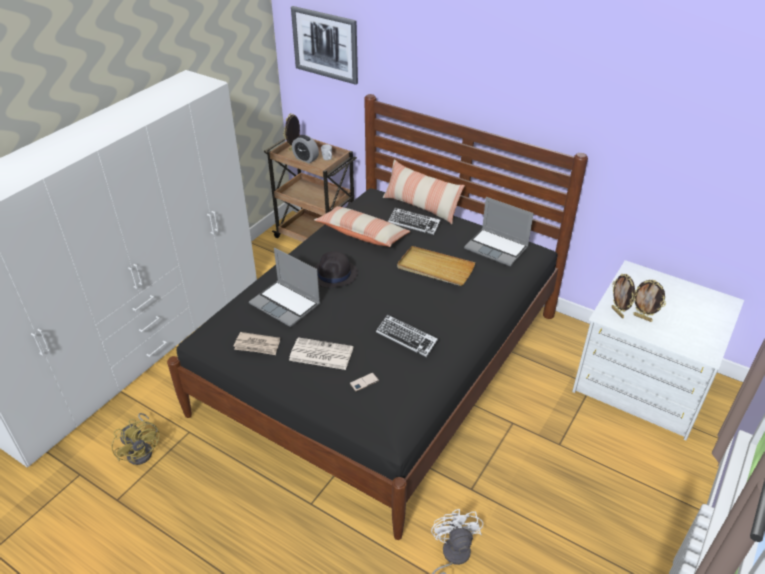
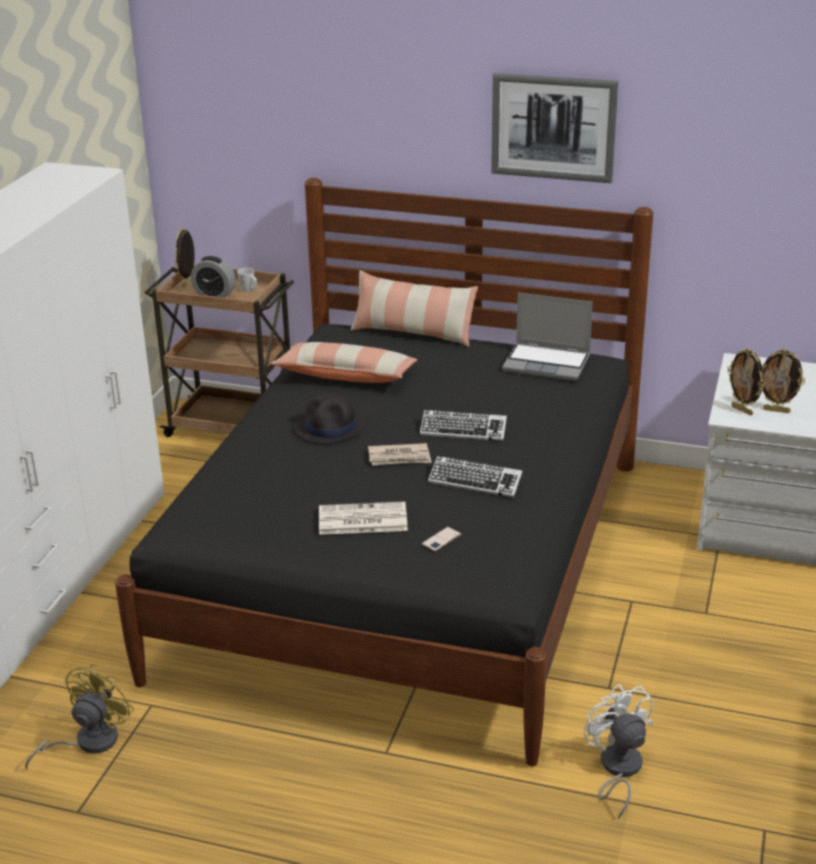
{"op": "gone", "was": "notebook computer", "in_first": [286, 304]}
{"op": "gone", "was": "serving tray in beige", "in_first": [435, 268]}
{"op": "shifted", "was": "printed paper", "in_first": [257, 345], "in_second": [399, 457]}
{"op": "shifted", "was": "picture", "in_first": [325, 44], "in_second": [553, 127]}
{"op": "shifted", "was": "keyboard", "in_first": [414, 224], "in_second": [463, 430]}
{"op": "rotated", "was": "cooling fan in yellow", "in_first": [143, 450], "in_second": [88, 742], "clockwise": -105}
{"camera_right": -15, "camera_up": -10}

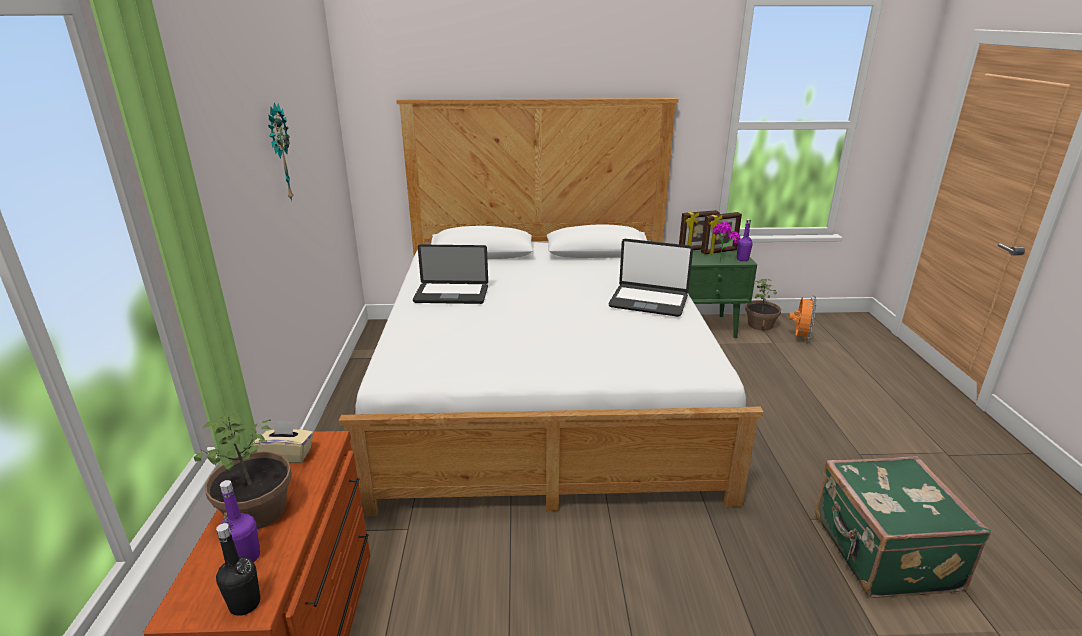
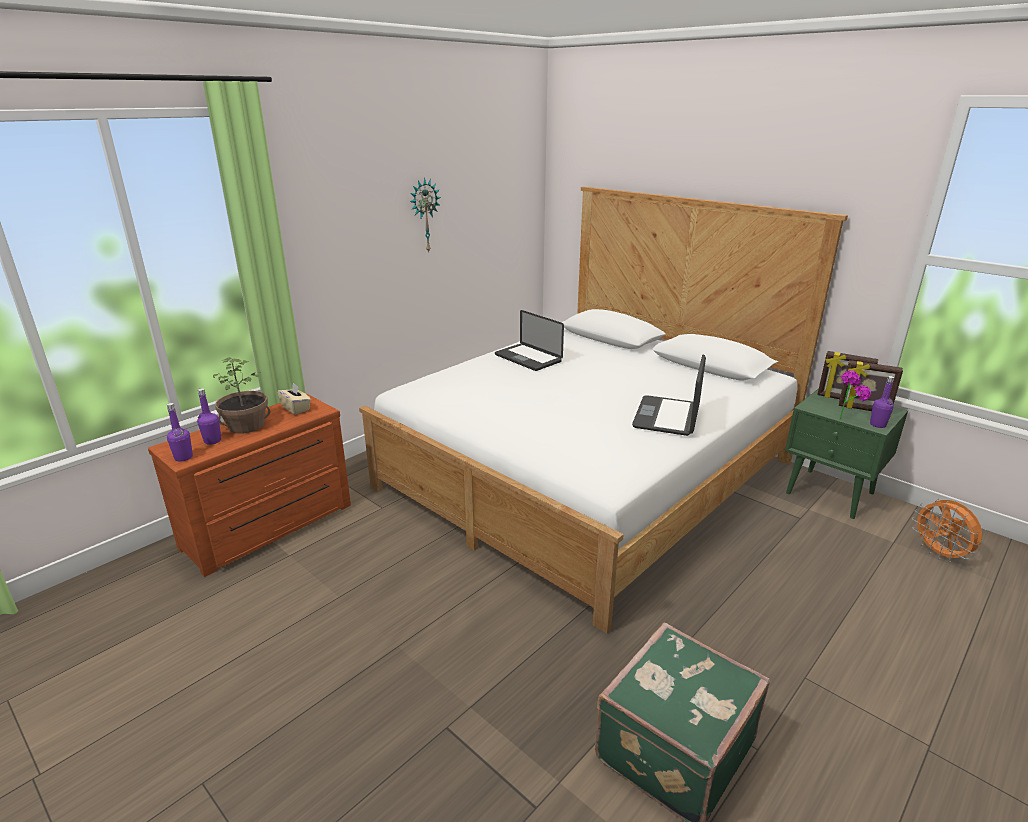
{"op": "gone", "was": "houseplant", "in_first": [760, 325]}
{"op": "repainted", "was": "bottle in black-coloured", "now": "bottle in purplish", "in_first": [245, 604], "in_second": [183, 457]}
{"op": "rotated", "was": "notebook computer", "in_first": [648, 301], "in_second": [667, 417], "clockwise": 45}
{"op": "rotated", "was": "cooling fan in orangey", "in_first": [799, 338], "in_second": [939, 554], "clockwise": 90}
{"camera_right": 45, "camera_up": 0}

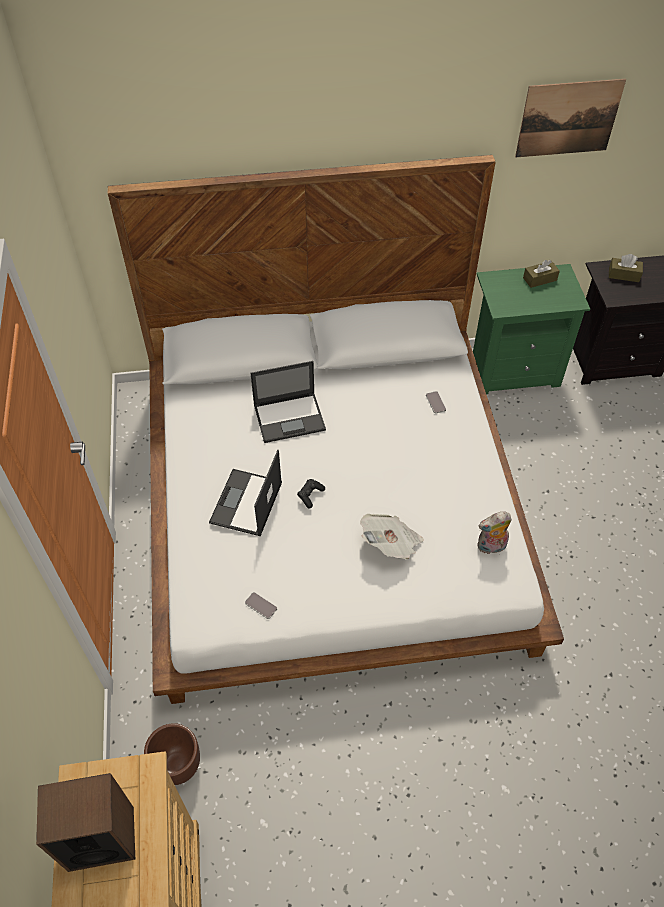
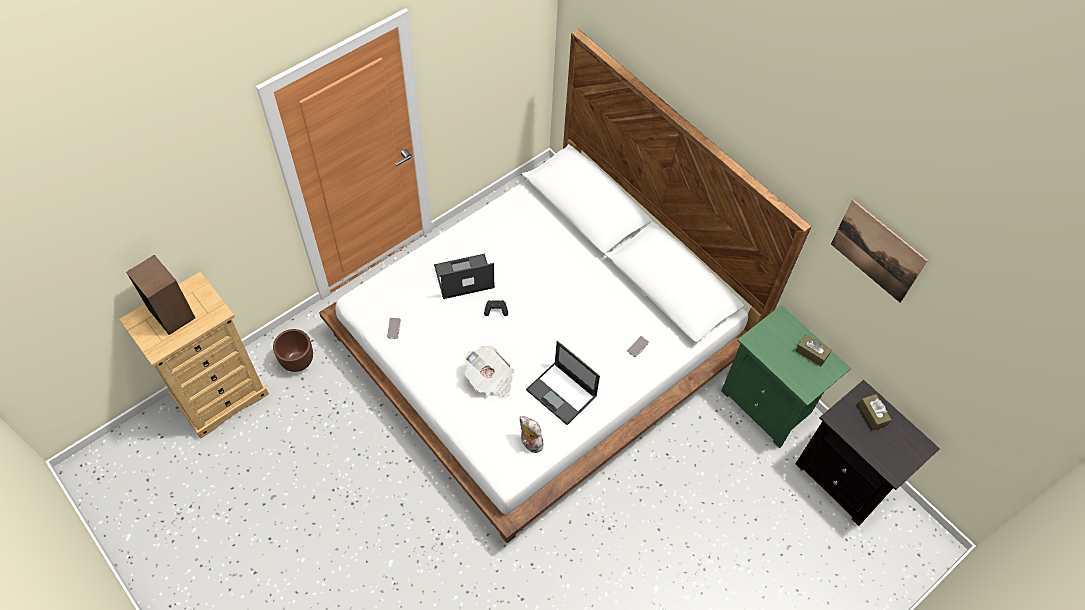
{"op": "shifted", "was": "notebook computer", "in_first": [290, 417], "in_second": [562, 393]}
{"camera_right": 55, "camera_up": 5}

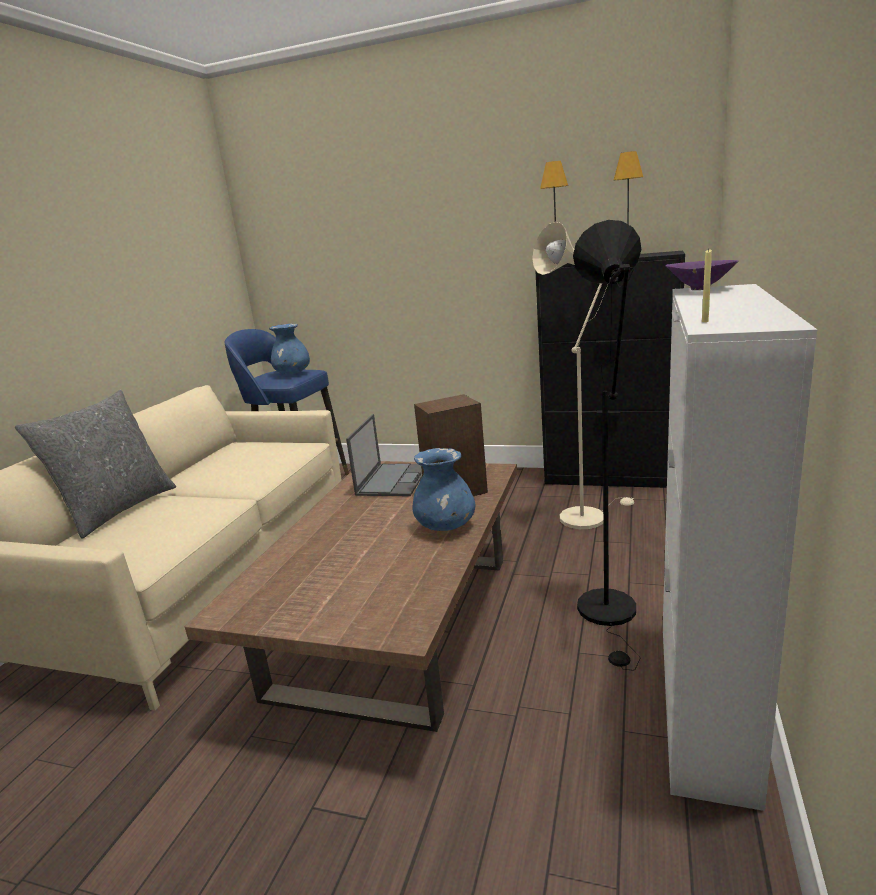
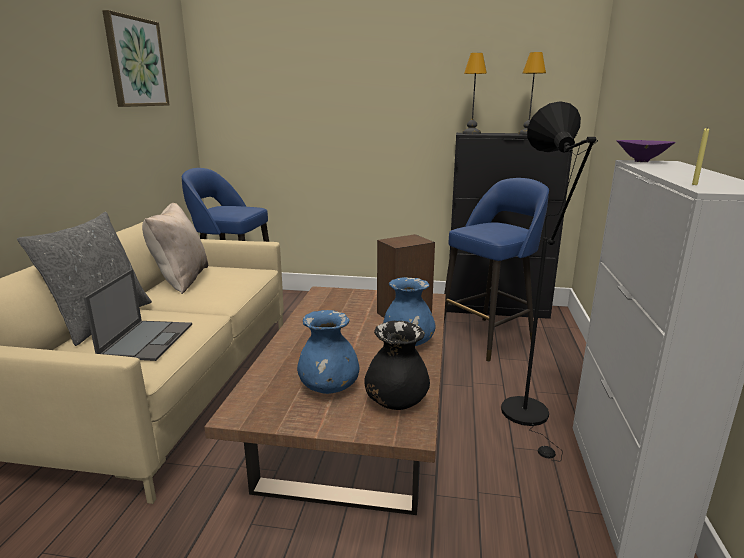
{"op": "new", "now": "picture", "in_second": [136, 62]}
{"op": "new", "now": "cushion in beige", "in_second": [181, 280]}
{"op": "new", "now": "decorative vase in black-coloured", "in_second": [396, 402]}
{"op": "shifted", "was": "decorative vase in blue-coloured", "in_first": [292, 373], "in_second": [329, 388]}
{"op": "shifted", "was": "notebook computer", "in_first": [393, 479], "in_second": [147, 340]}
{"op": "swapped", "was": "floor lamp in beige", "now": "stool in blue-coloured", "in_first": [588, 515], "in_second": [488, 338]}
{"camera_right": -10, "camera_up": 0}

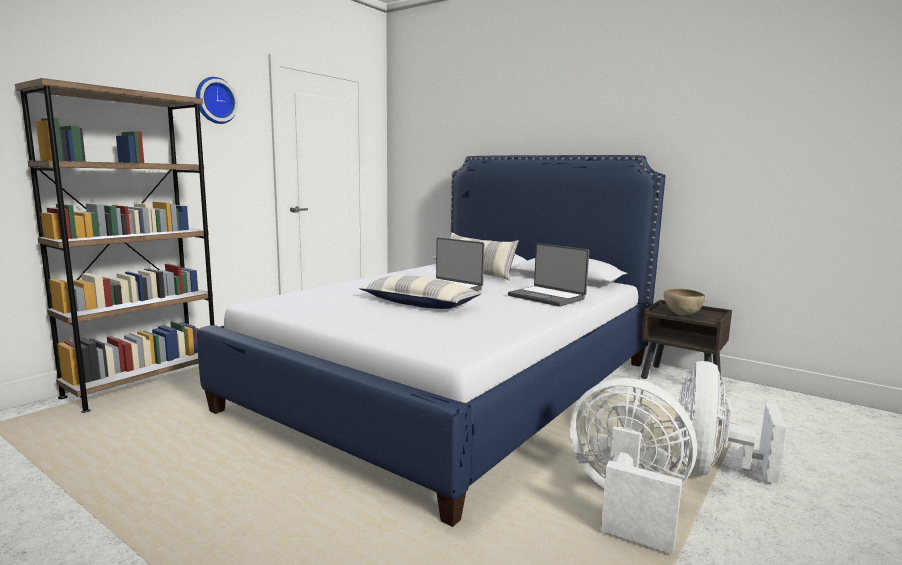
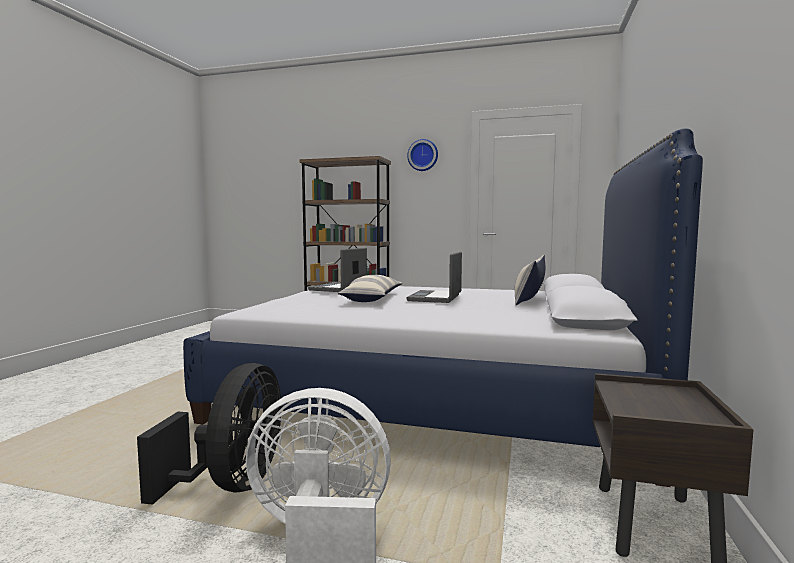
{"op": "gone", "was": "deep dish in brown", "in_first": [682, 315]}
{"op": "shifted", "was": "notebook computer", "in_first": [547, 297], "in_second": [339, 288]}
{"op": "repainted", "was": "cooling fan in white-coloured", "now": "cooling fan in black-coloured", "in_first": [626, 503], "in_second": [232, 484]}
{"camera_right": 70, "camera_up": -5}

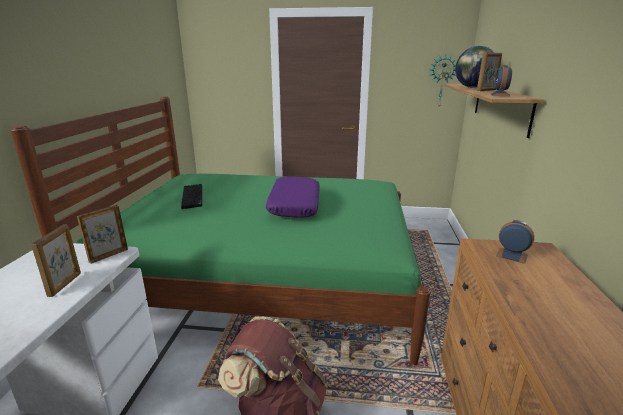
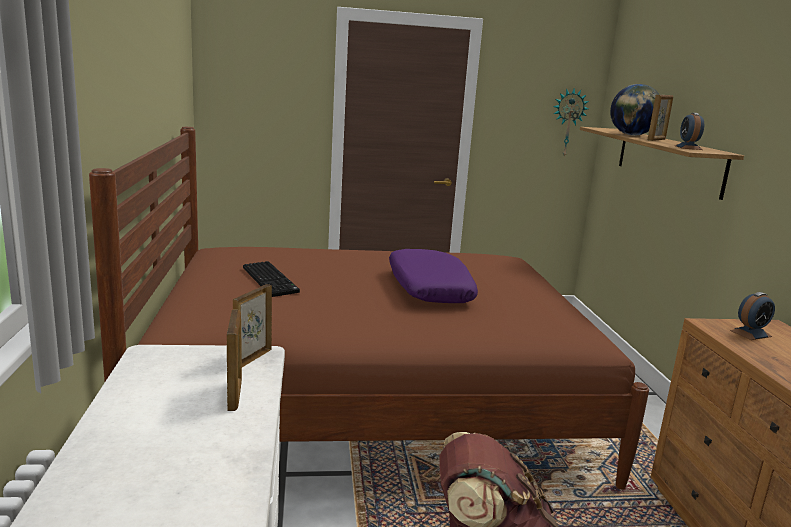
{"op": "repainted", "was": "sleeping bed in greenish", "now": "sleeping bed in brown", "in_first": [266, 279], "in_second": [370, 402]}
{"op": "rotated", "was": "table clock", "in_first": [511, 255], "in_second": [750, 333], "clockwise": 135}
{"camera_right": -15, "camera_up": -5}

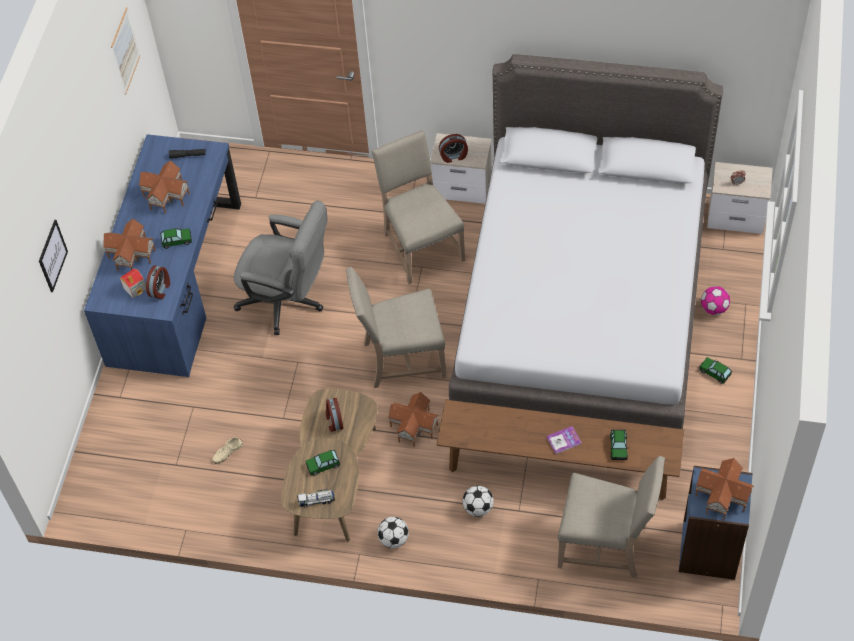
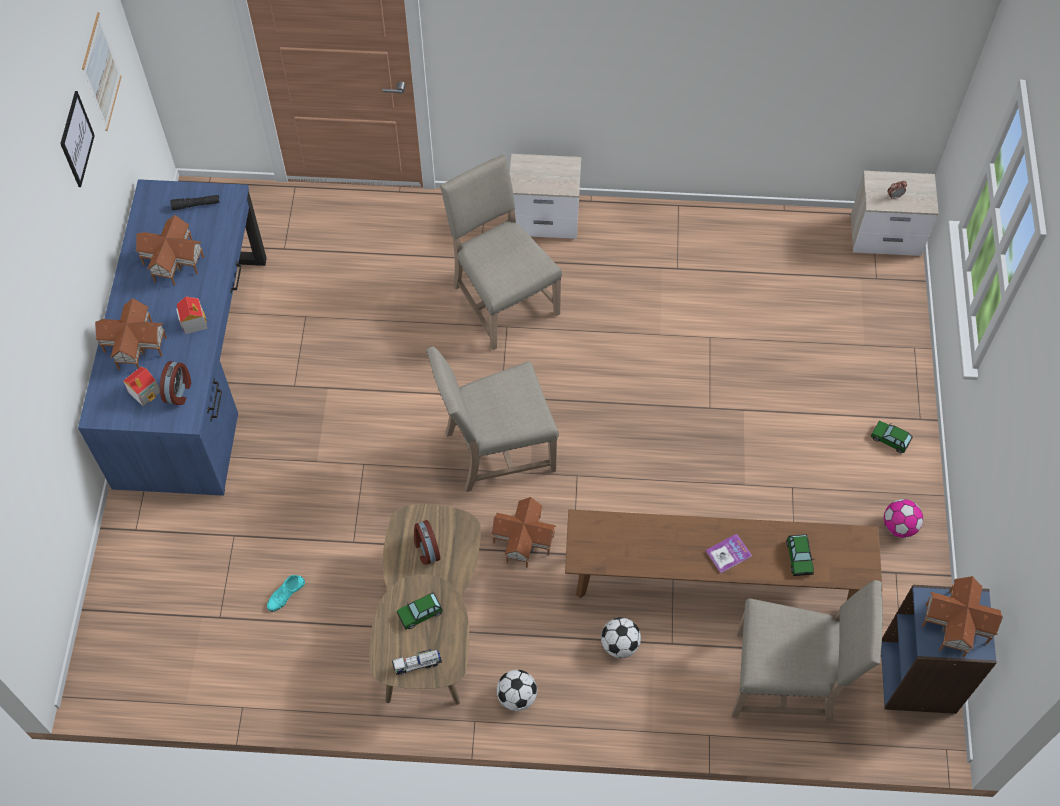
{"op": "gone", "was": "desk chair in gray", "in_first": [288, 302]}
{"op": "gone", "was": "table clock", "in_first": [453, 156]}
{"op": "gone", "was": "sleeping bed in gray", "in_first": [581, 304]}
{"op": "shifted", "was": "picture", "in_first": [52, 256], "in_second": [76, 139]}
{"op": "shifted", "was": "ball for football", "in_first": [714, 308], "in_second": [899, 526]}
{"op": "swapped", "was": "miniature car", "now": "toy house", "in_first": [176, 240], "in_second": [194, 322]}
{"op": "repainted", "was": "low shoe in beige", "now": "low shoe in turquoise", "in_first": [227, 452], "in_second": [285, 594]}
{"camera_right": -10, "camera_up": 5}

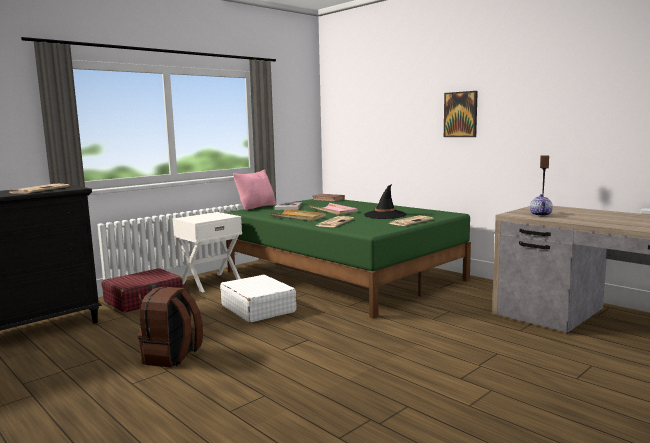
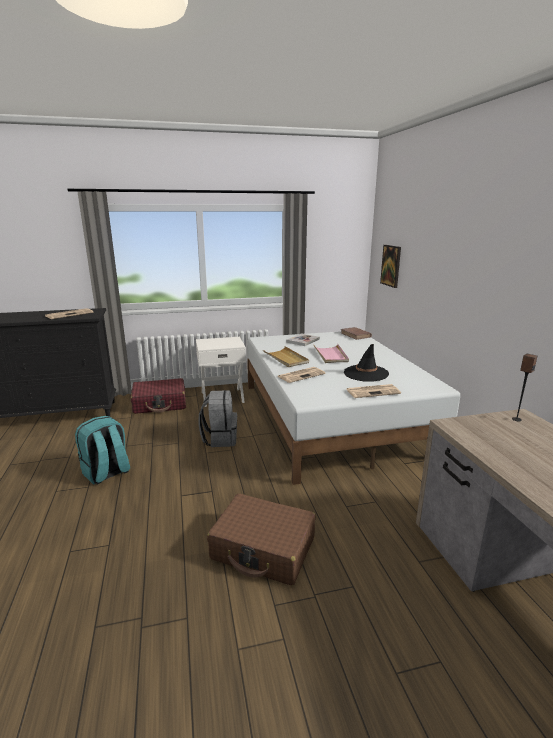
{"op": "gone", "was": "cushion in pinkish", "in_first": [256, 207]}
{"op": "gone", "was": "teapot", "in_first": [541, 215]}
{"op": "new", "now": "piece of luggage in brown", "in_second": [263, 549]}
{"op": "shifted", "was": "picture", "in_first": [460, 114], "in_second": [391, 265]}
{"op": "swapped", "was": "piece of luggage in white-coloured", "now": "rucksack in gray", "in_first": [258, 308], "in_second": [220, 438]}
{"op": "repainted", "was": "rucksack in brown", "now": "rucksack in turquoise", "in_first": [172, 357], "in_second": [106, 473]}
{"op": "repainted", "was": "sleeping bed in greenish", "now": "sleeping bed in white-coloured", "in_first": [344, 275], "in_second": [332, 418]}
{"camera_right": 30, "camera_up": 10}

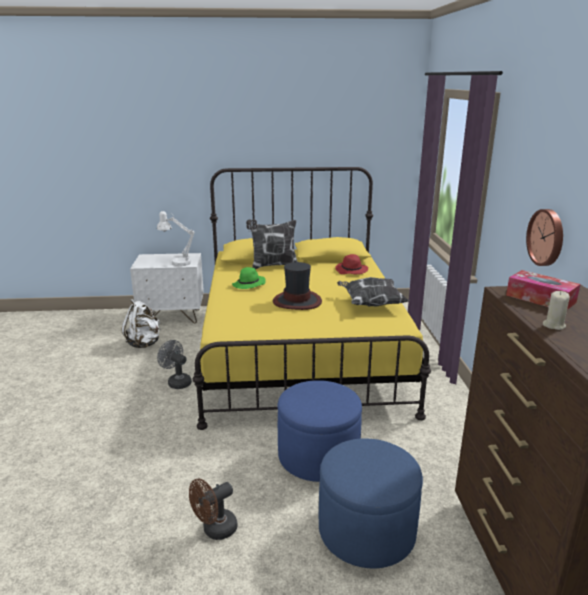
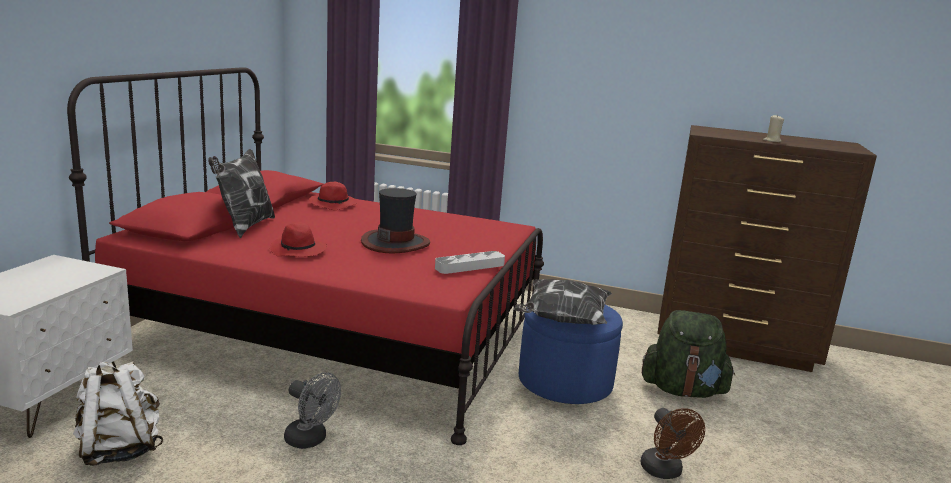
{"op": "gone", "was": "tabletop lamp in white-coloured", "in_first": [177, 263]}
{"op": "gone", "was": "tissue holder", "in_first": [540, 299]}
{"op": "gone", "was": "hanging clock", "in_first": [547, 237]}
{"op": "new", "now": "serving tray in gray", "in_second": [470, 266]}
{"op": "shifted", "was": "cushion", "in_first": [370, 304], "in_second": [562, 320]}
{"op": "swapped", "was": "footrest in blue-coloured", "now": "rucksack in greenish", "in_first": [366, 530], "in_second": [683, 390]}
{"op": "repainted", "was": "sleeping bed in yellow", "now": "sleeping bed in red", "in_first": [300, 353], "in_second": [336, 334]}
{"op": "repainted", "was": "hat in greenish", "now": "hat in red", "in_first": [249, 285], "in_second": [298, 251]}
{"op": "rotated", "was": "cooling fan in gray", "in_first": [177, 382], "in_second": [311, 440], "clockwise": -120}
{"camera_right": -70, "camera_up": -5}

